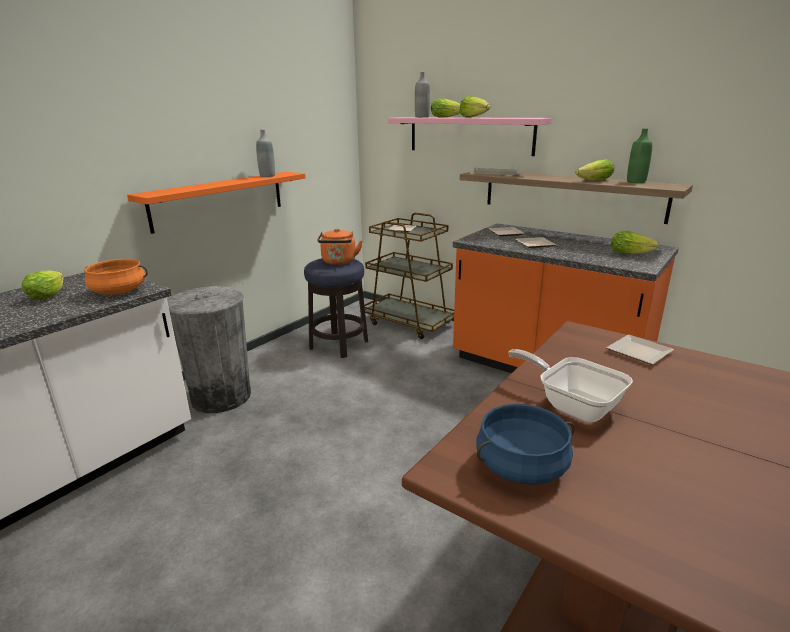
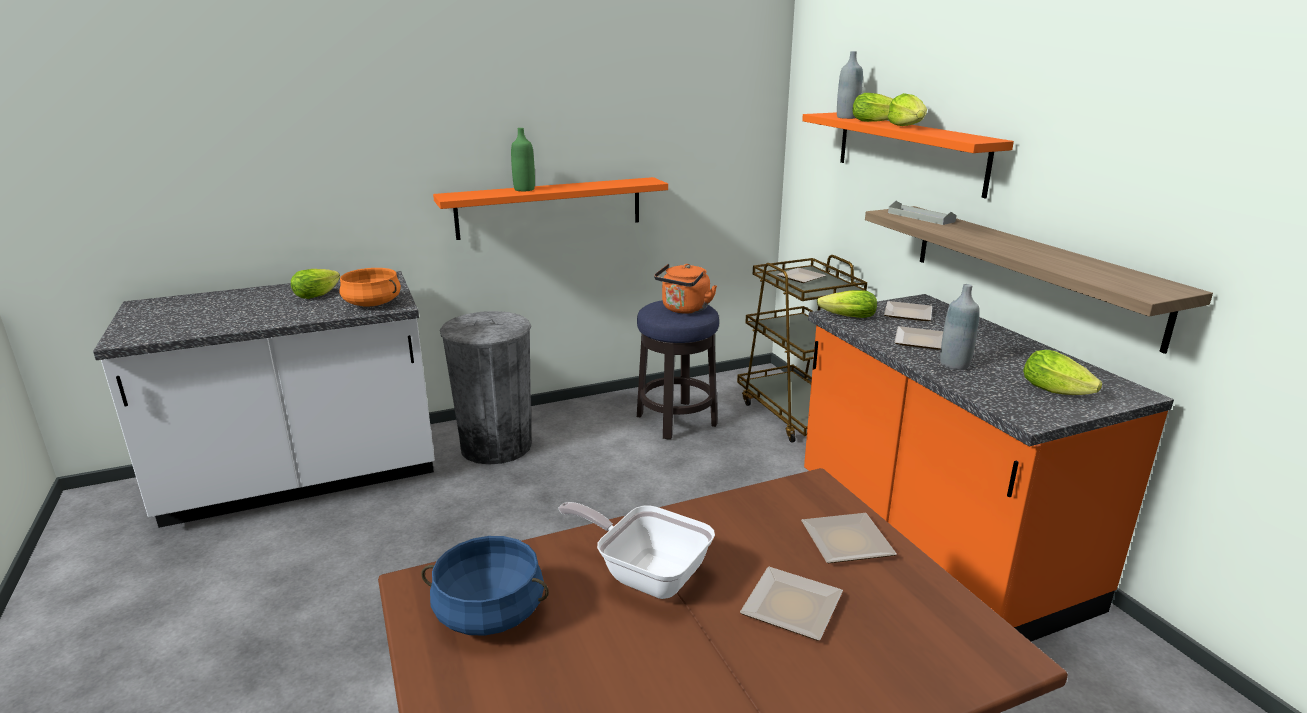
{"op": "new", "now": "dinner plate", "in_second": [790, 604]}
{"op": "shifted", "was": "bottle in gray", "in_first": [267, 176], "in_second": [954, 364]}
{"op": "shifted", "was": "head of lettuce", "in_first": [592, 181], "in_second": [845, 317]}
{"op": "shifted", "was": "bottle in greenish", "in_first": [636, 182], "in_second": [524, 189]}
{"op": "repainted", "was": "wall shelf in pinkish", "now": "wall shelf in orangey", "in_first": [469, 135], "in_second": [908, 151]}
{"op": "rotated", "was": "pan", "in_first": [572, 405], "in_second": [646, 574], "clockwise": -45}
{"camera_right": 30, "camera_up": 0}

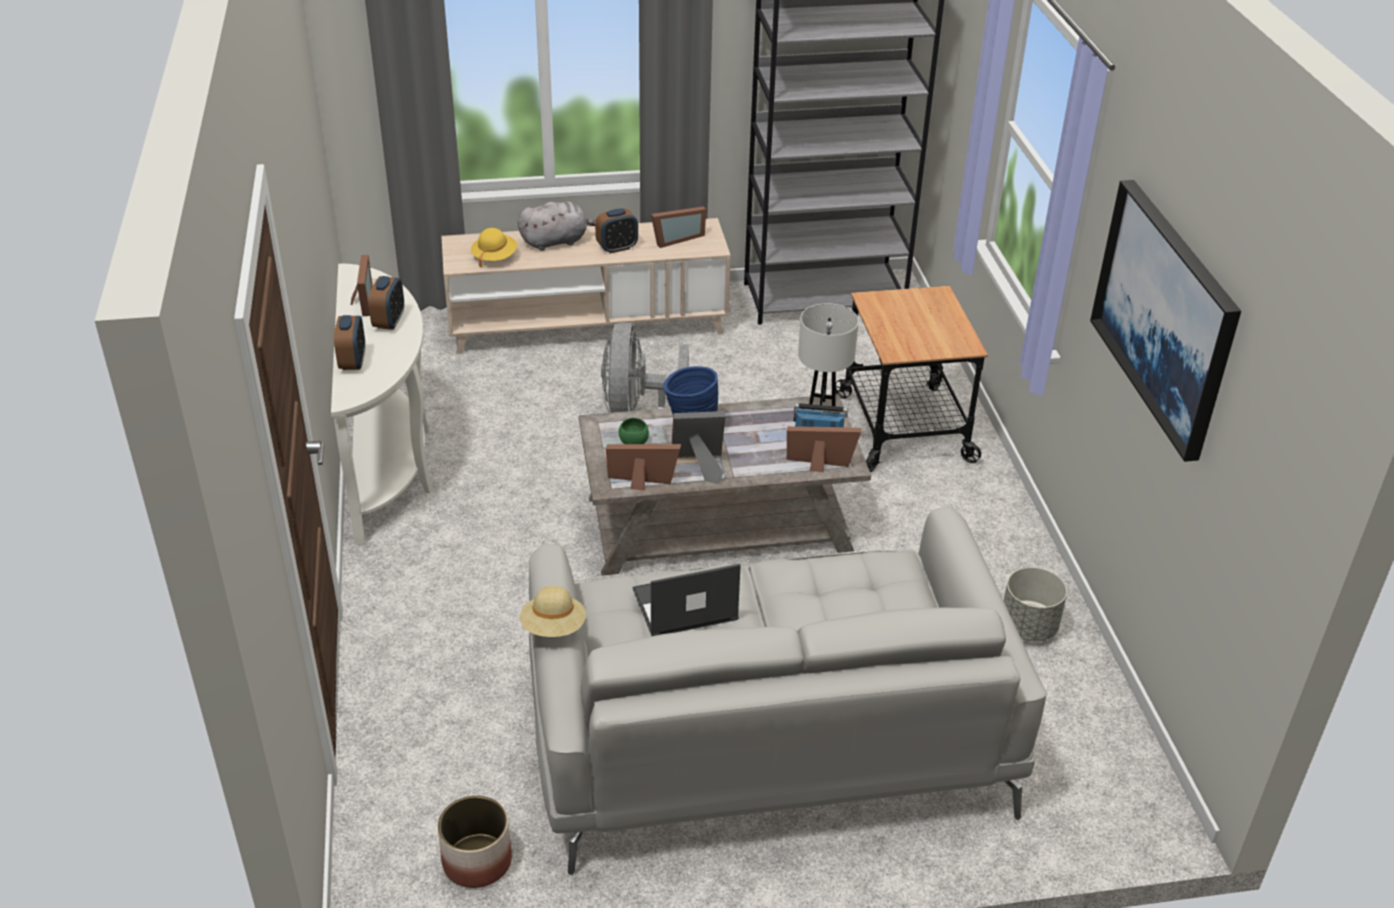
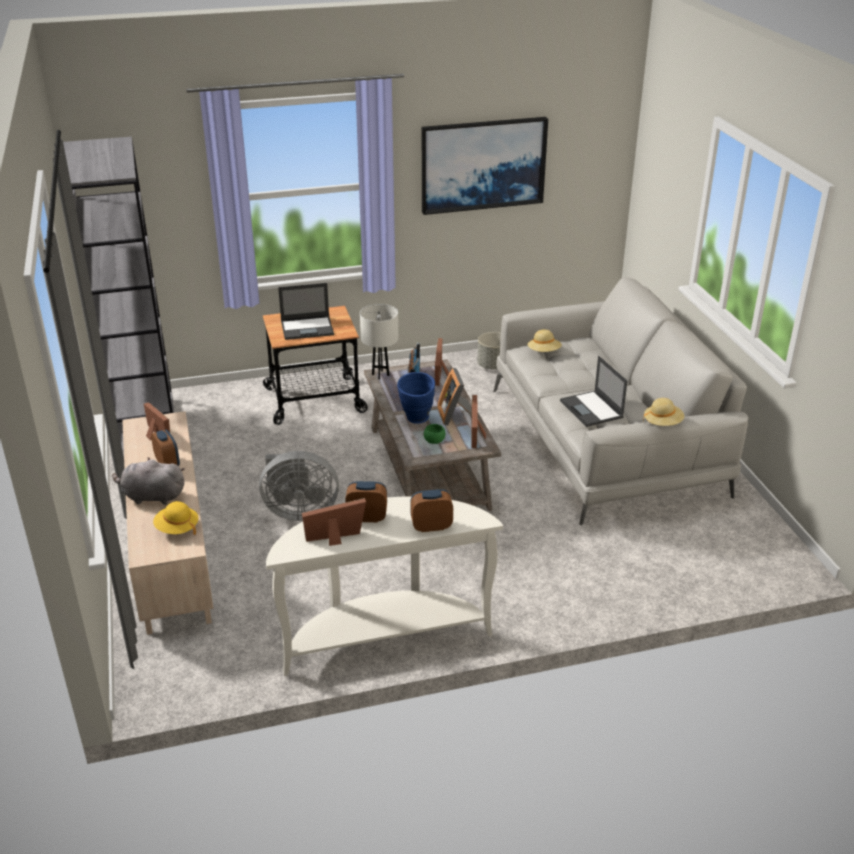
{"op": "gone", "was": "flower pot", "in_first": [476, 861]}
{"op": "new", "now": "notebook computer", "in_second": [308, 328]}
{"op": "new", "now": "hat in beige", "in_second": [544, 352]}
{"op": "rotated", "was": "plush toy in gray", "in_first": [556, 241], "in_second": [151, 496], "clockwise": -60}
{"camera_right": -95, "camera_up": -5}

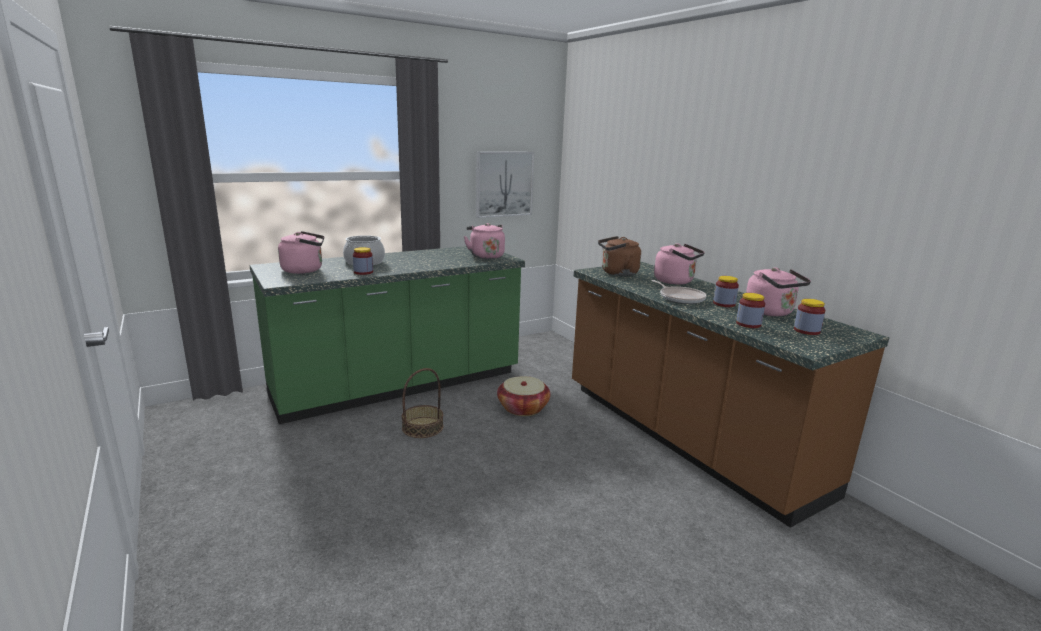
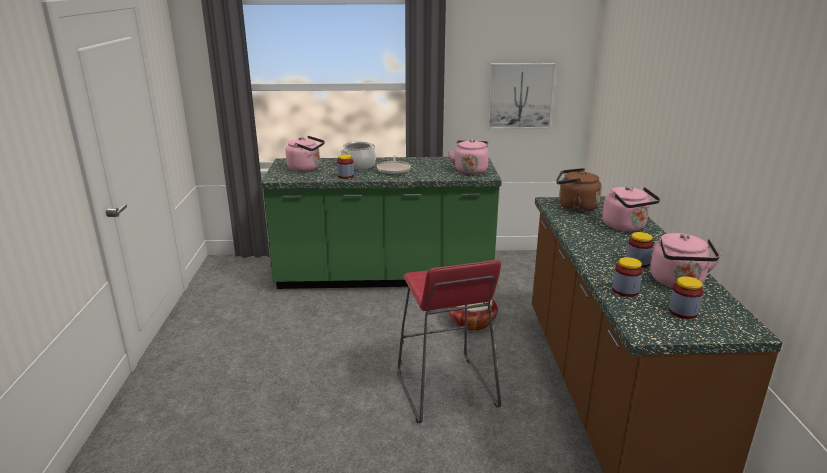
{"op": "gone", "was": "storage basket", "in_first": [422, 427]}
{"op": "new", "now": "stool in red", "in_second": [445, 390]}
{"op": "shifted", "was": "pan", "in_first": [680, 298], "in_second": [394, 170]}
{"camera_right": 30, "camera_up": 5}

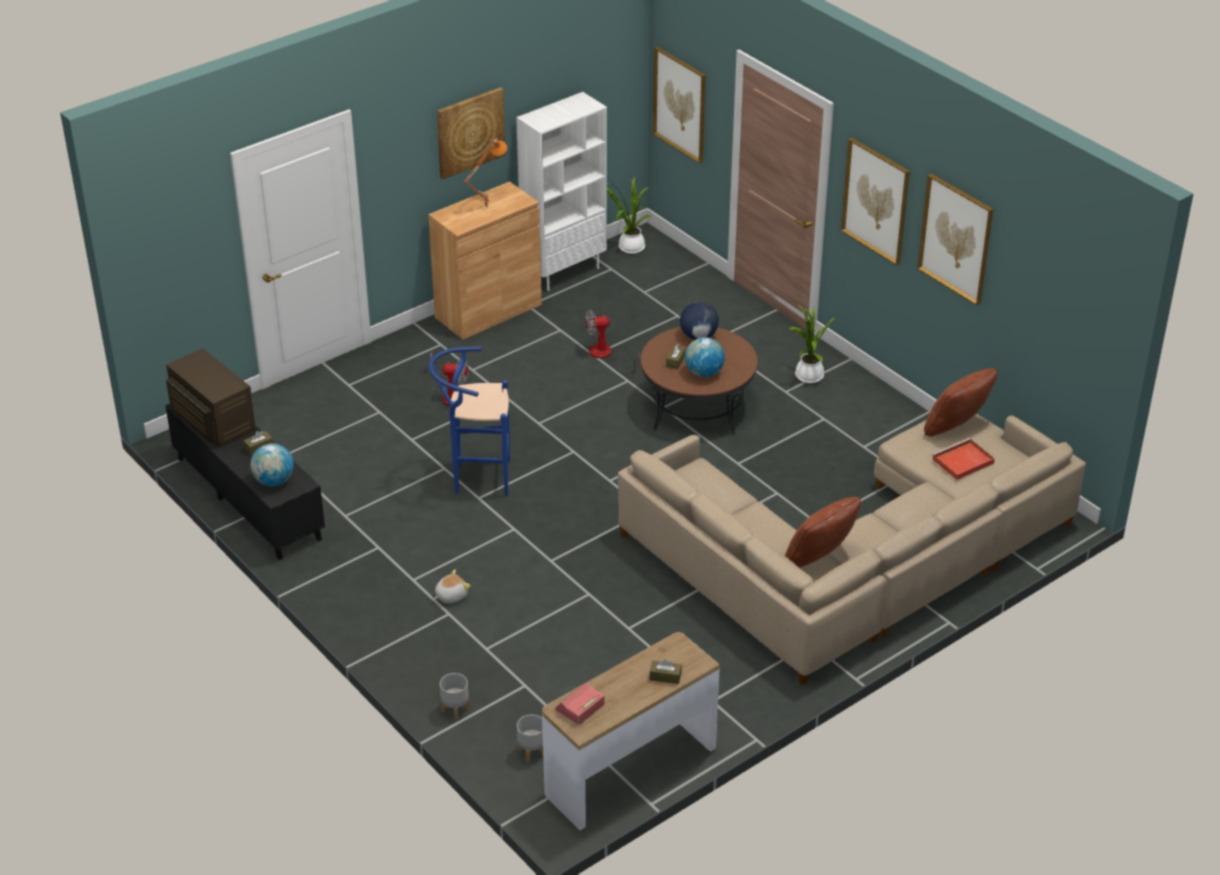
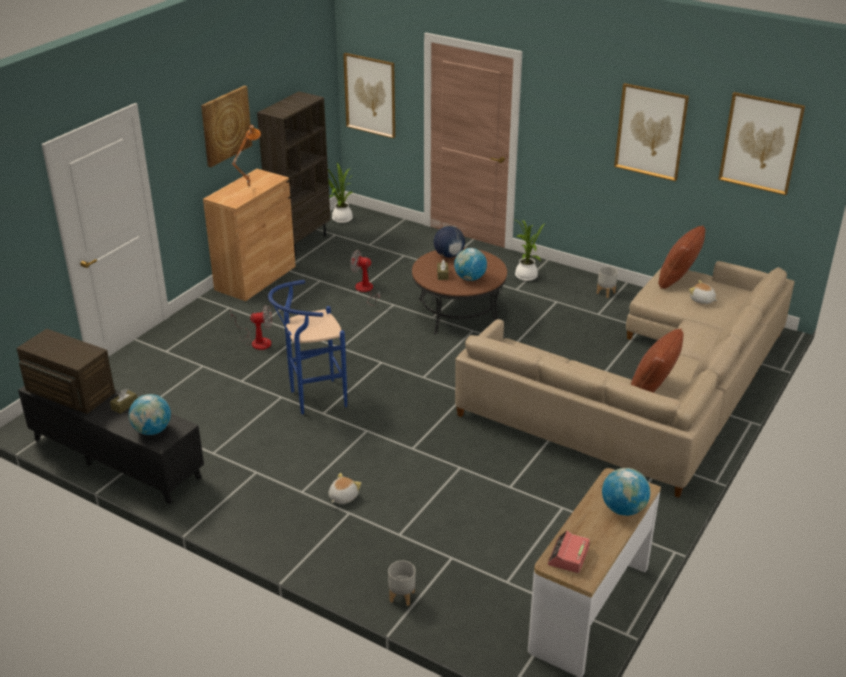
{"op": "shifted", "was": "flower pot in gray", "in_first": [531, 752], "in_second": [605, 293]}
{"op": "shifted", "was": "picture", "in_first": [876, 200], "in_second": [760, 143]}
{"op": "swapped", "was": "tissue holder in brown", "now": "globe", "in_first": [665, 676], "in_second": [623, 509]}
{"op": "swapped", "was": "serving tray in red", "now": "plush toy", "in_first": [962, 462], "in_second": [702, 300]}
{"op": "repainted", "was": "bookcase in white-coloured", "now": "bookcase in brown", "in_first": [564, 272], "in_second": [300, 242]}
{"op": "rotated", "was": "cooling fan", "in_first": [606, 355], "in_second": [366, 290], "clockwise": 45}
{"camera_right": -20, "camera_up": -5}

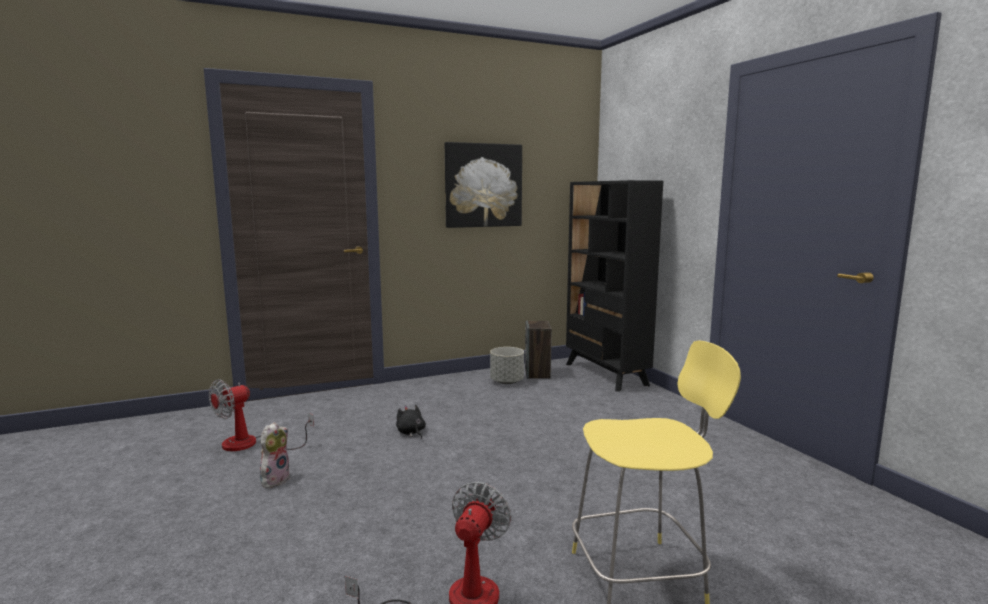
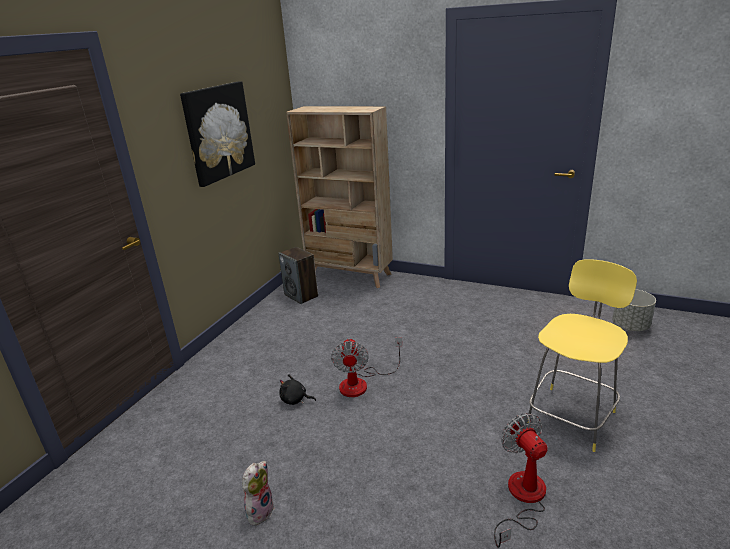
{"op": "shifted", "was": "cooling fan", "in_first": [251, 444], "in_second": [361, 383]}
{"op": "shifted", "was": "flower pot in gray", "in_first": [507, 382], "in_second": [630, 326]}
{"op": "repainted", "was": "bookcase in black-coloured", "now": "bookcase in beige", "in_first": [605, 374], "in_second": [350, 275]}
{"op": "rotated", "was": "plush toy", "in_first": [275, 479], "in_second": [259, 510], "clockwise": 45}
{"camera_right": -40, "camera_up": 15}

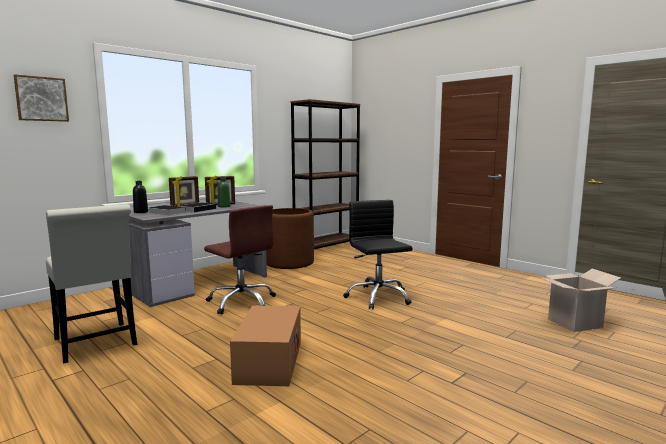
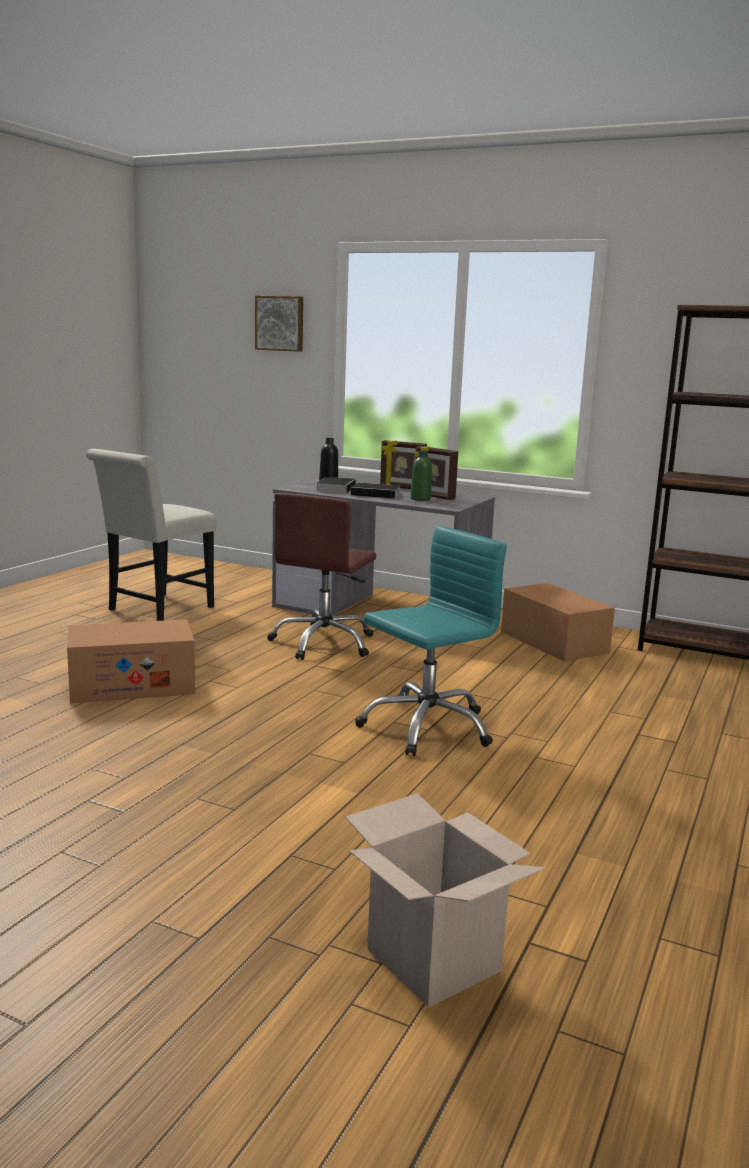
{"op": "swapped", "was": "flower pot in brown", "now": "cardboard box", "in_first": [289, 262], "in_second": [553, 642]}
{"op": "repainted", "was": "desk chair in black-coloured", "now": "desk chair in turquoise", "in_first": [377, 297], "in_second": [426, 726]}
{"camera_right": 70, "camera_up": 5}

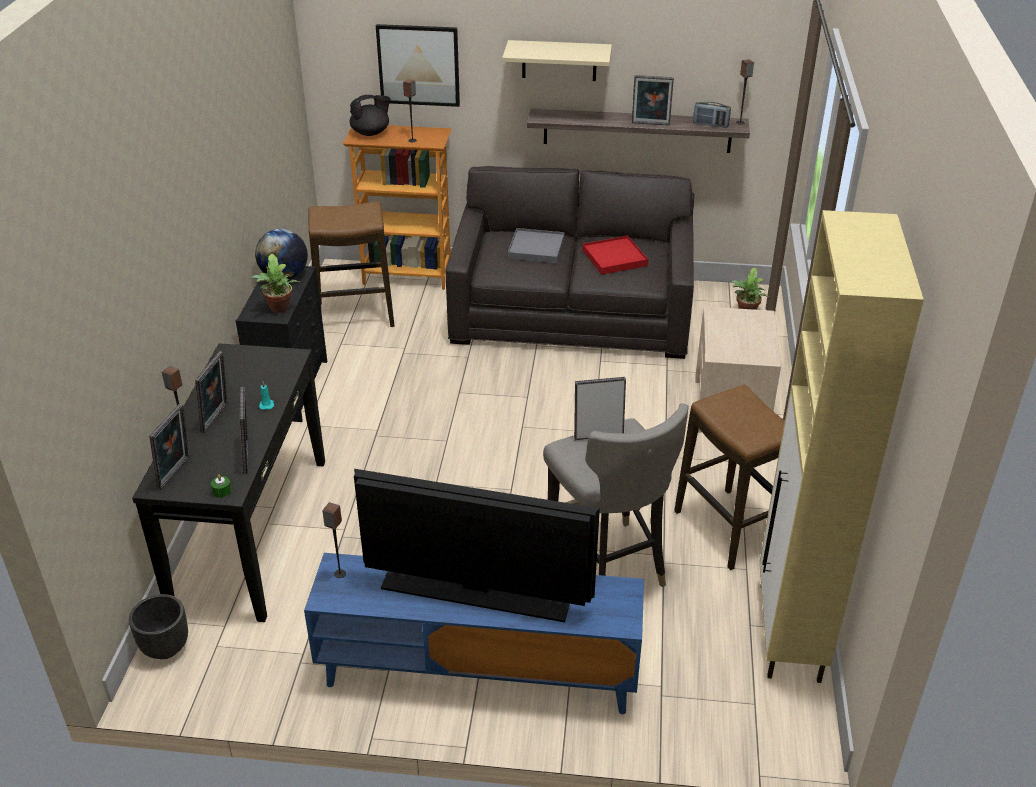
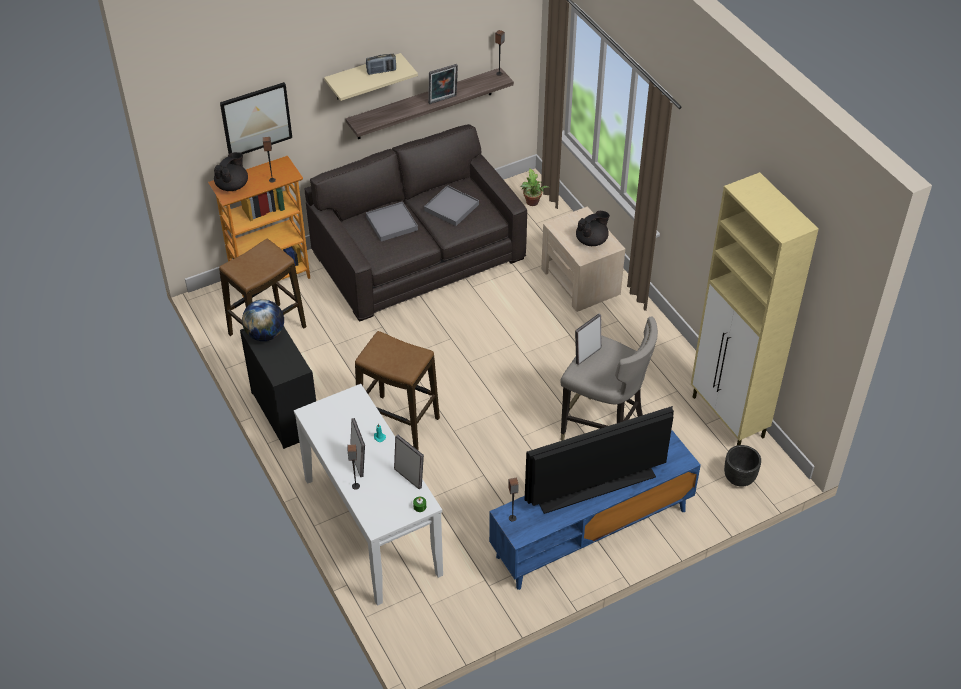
{"op": "gone", "was": "standing frame", "in_first": [176, 473]}
{"op": "gone", "was": "houseplant", "in_first": [279, 309]}
{"op": "new", "now": "teapot in black-coloured", "in_second": [592, 240]}
{"op": "shifted", "was": "flower pot in black-coloured", "in_first": [166, 647], "in_second": [738, 478]}
{"op": "shifted", "was": "stool", "in_first": [728, 529], "in_second": [398, 423]}
{"op": "shifted", "was": "radio receiver", "in_first": [710, 124], "in_second": [381, 71]}
{"op": "repainted", "was": "hall table in black-coloured", "now": "hall table in white-coloured", "in_first": [250, 532], "in_second": [371, 526]}
{"op": "repainted", "was": "serving tray in red", "now": "serving tray in gray", "in_first": [614, 258], "in_second": [451, 208]}
{"camera_right": -35, "camera_up": 10}

